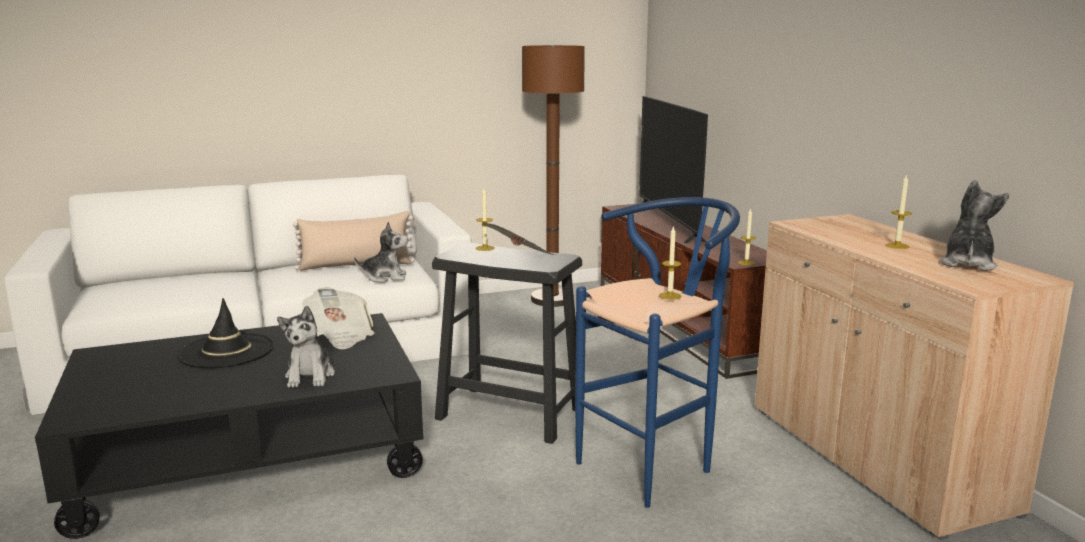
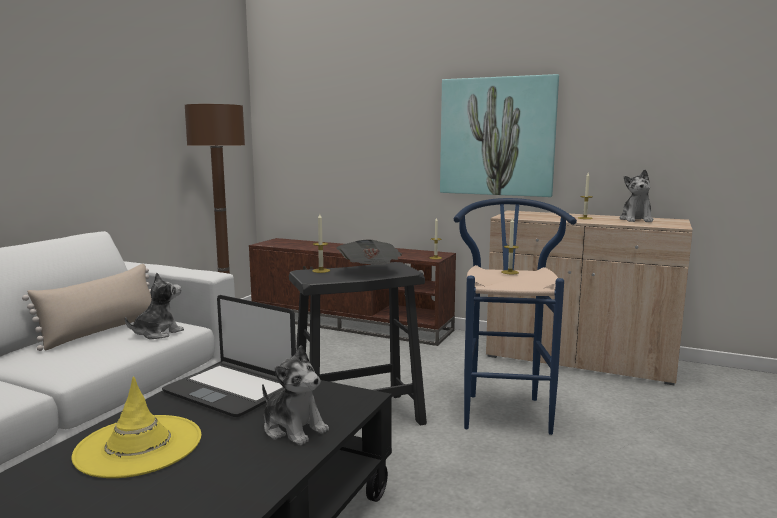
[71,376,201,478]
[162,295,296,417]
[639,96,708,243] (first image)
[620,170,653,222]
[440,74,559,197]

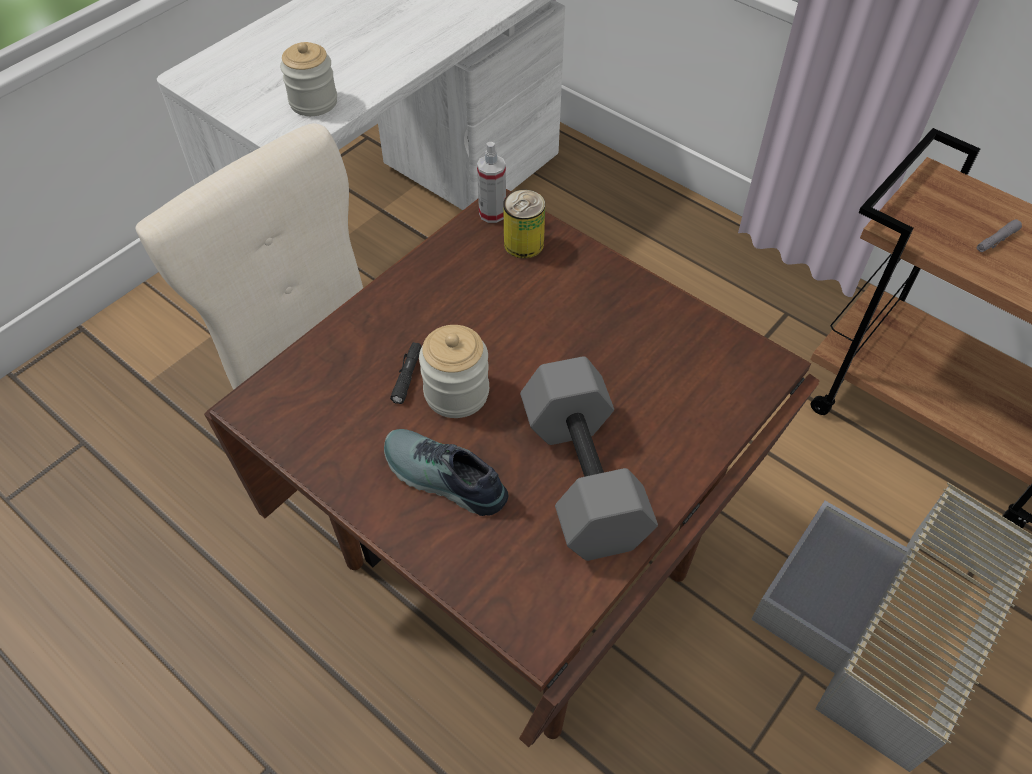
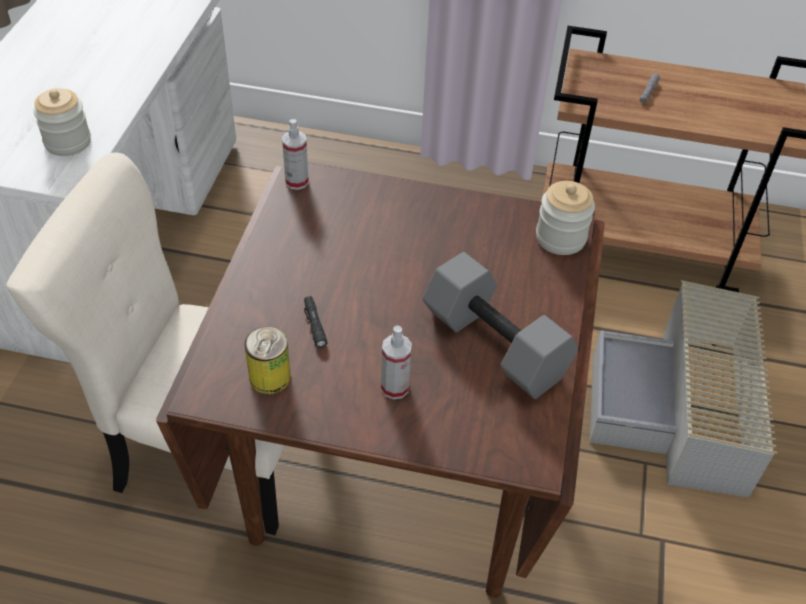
[381,326,412,399]
[536,181,595,255]
[244,327,291,394]

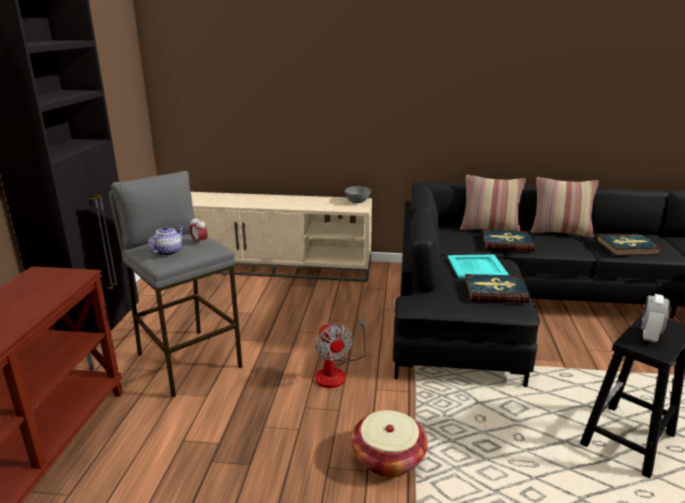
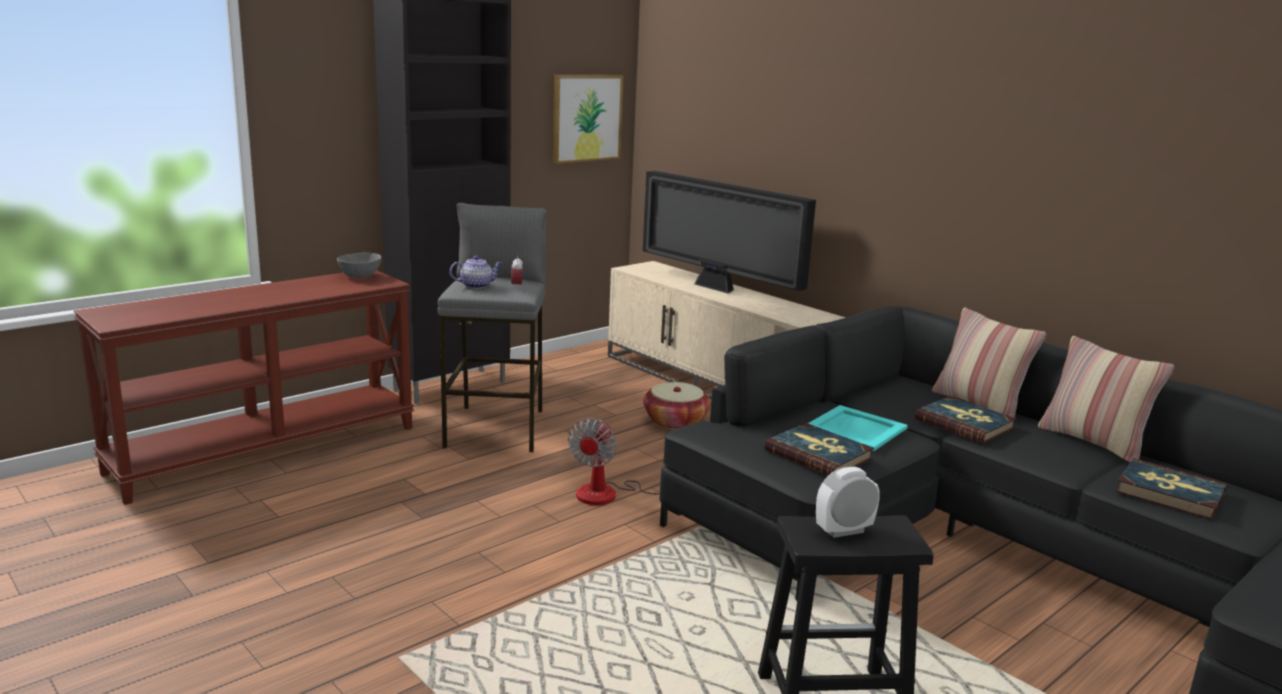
[337,253,382,278]
[643,382,710,429]
[553,75,624,164]
[643,171,816,294]

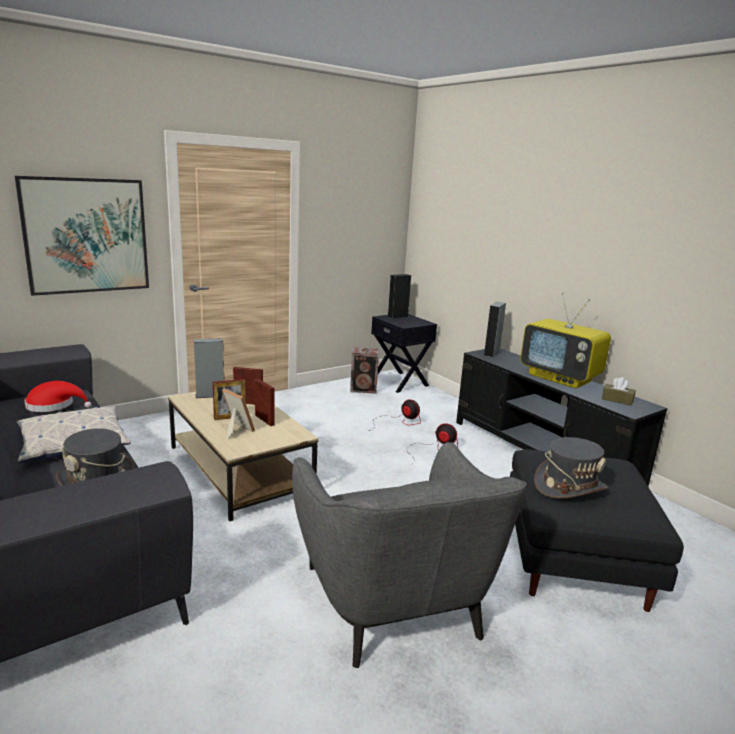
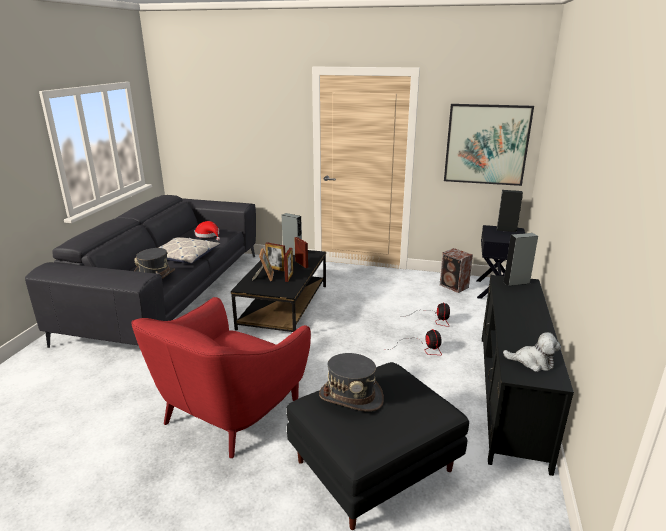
[444,104,534,186]
[231,250,326,332]
[131,297,311,458]
[520,293,611,388] (first image)
[503,332,561,372]

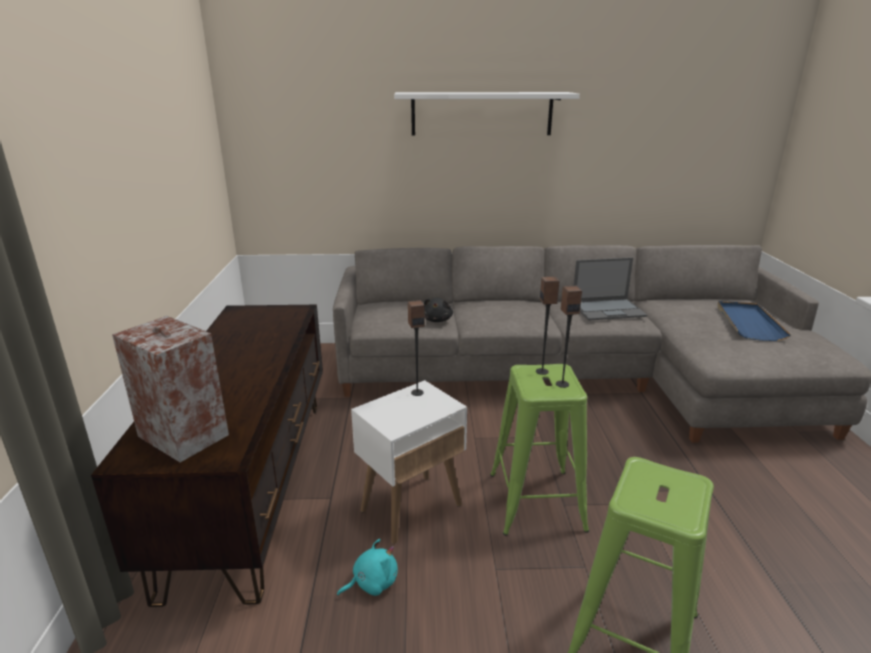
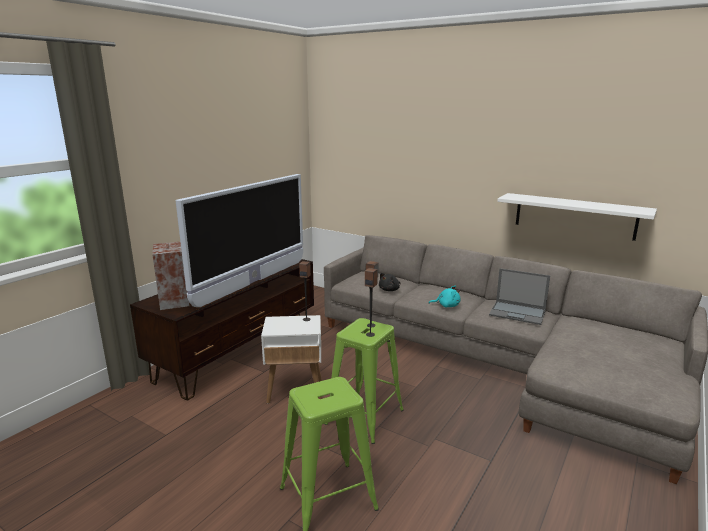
[429,286,461,307]
[497,193,657,241]
[717,301,791,341] (first image)
[175,174,303,307]

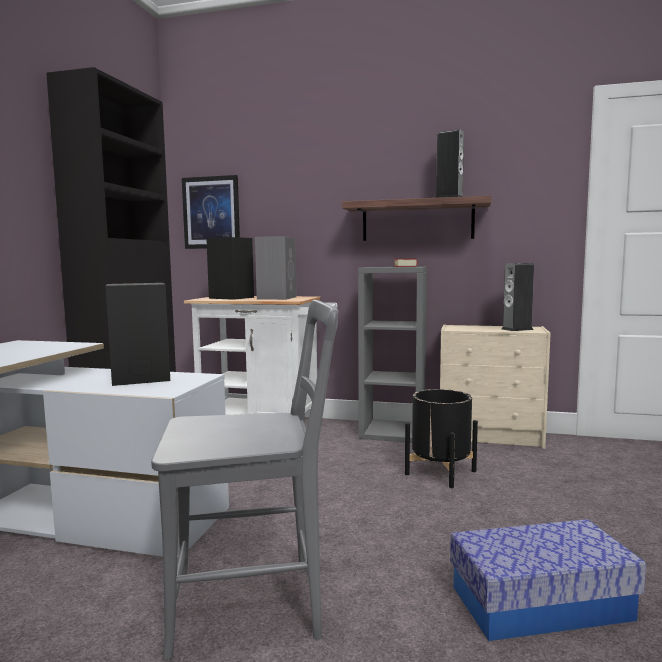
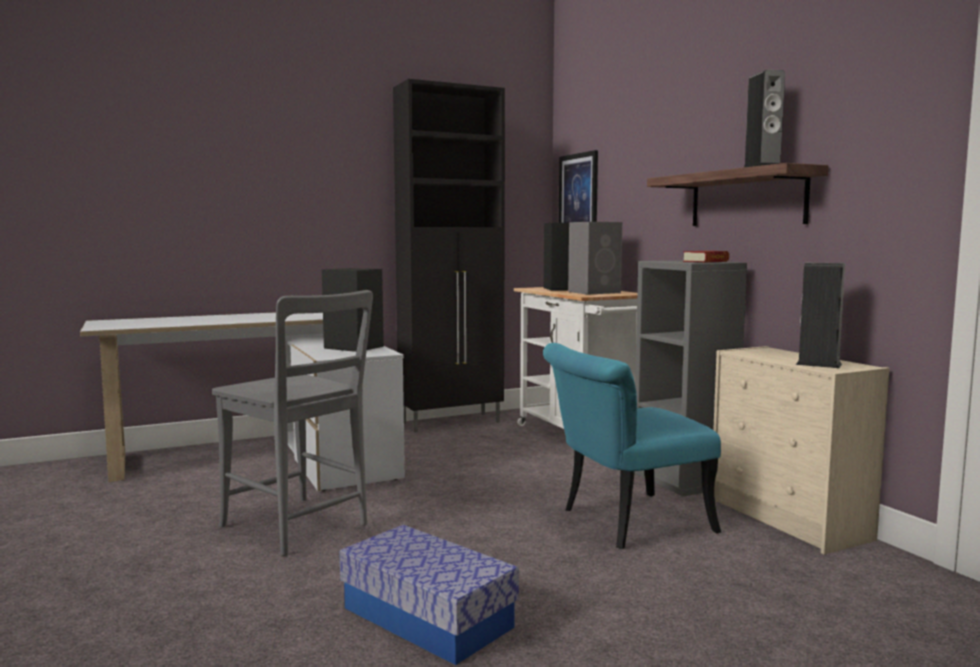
[543,343,721,549]

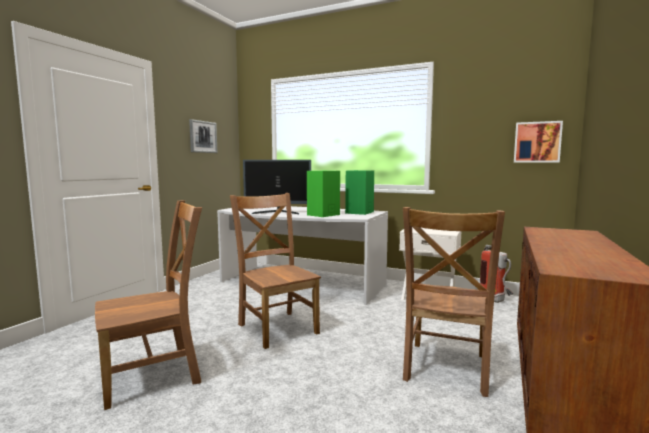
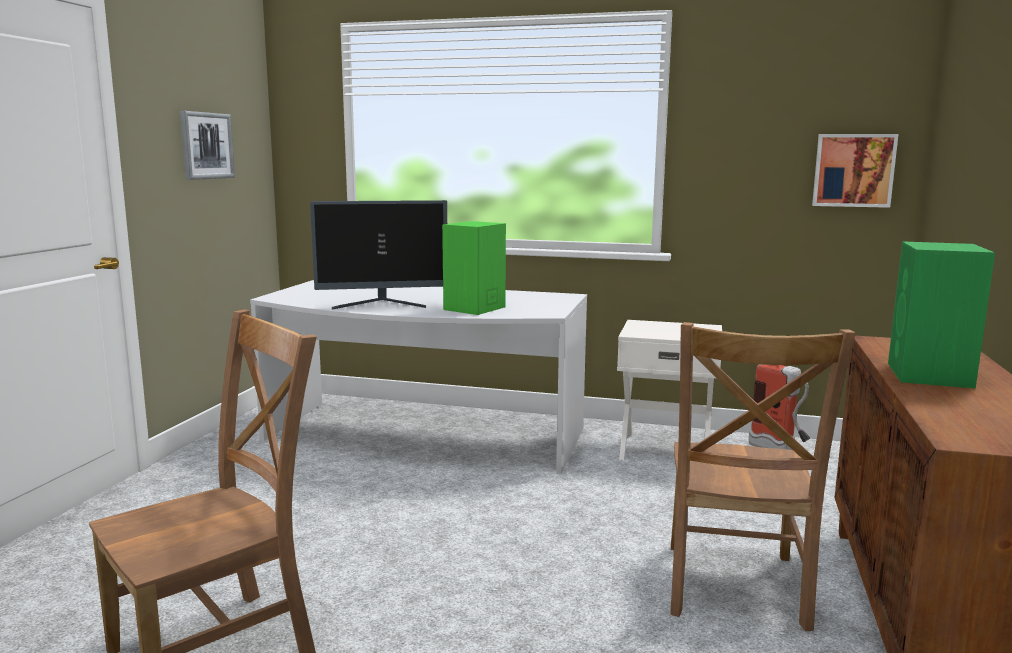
[230,193,321,349] (first image)
[888,241,995,388]

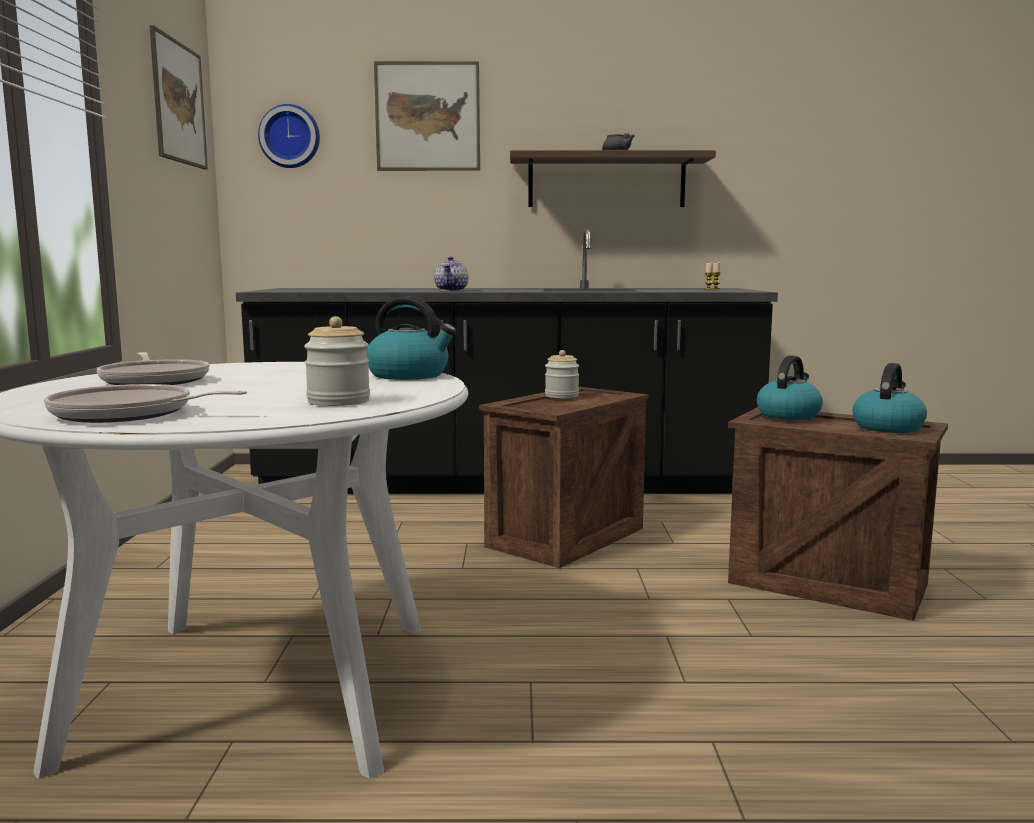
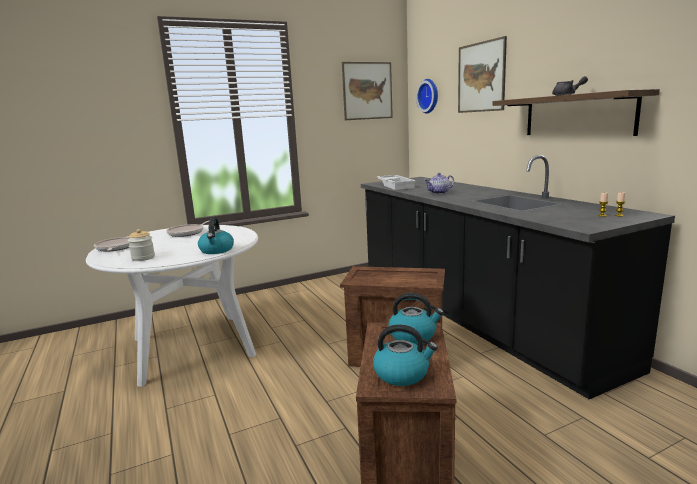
[545,350,579,398] (first image)
[377,175,416,190]

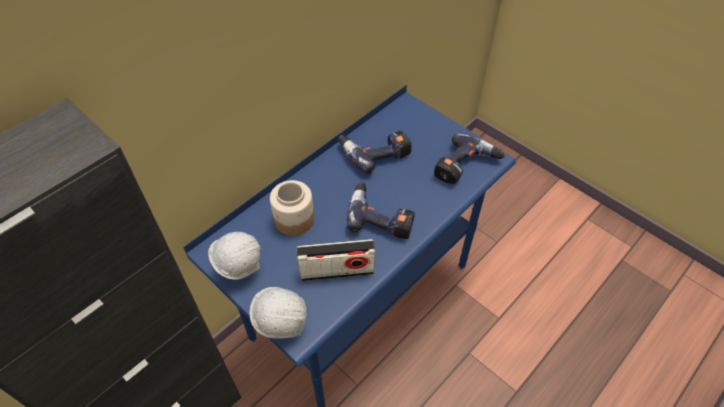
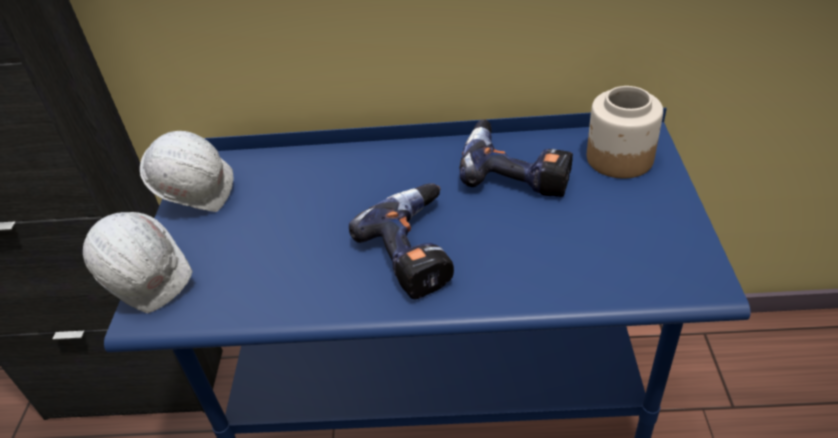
[587,86,663,179]
[297,239,375,281] (first image)
[434,133,505,184] (first image)

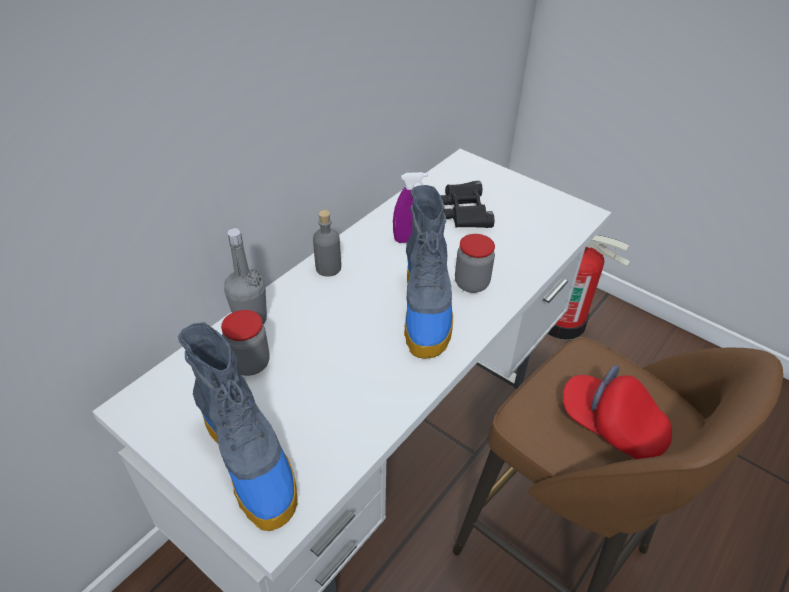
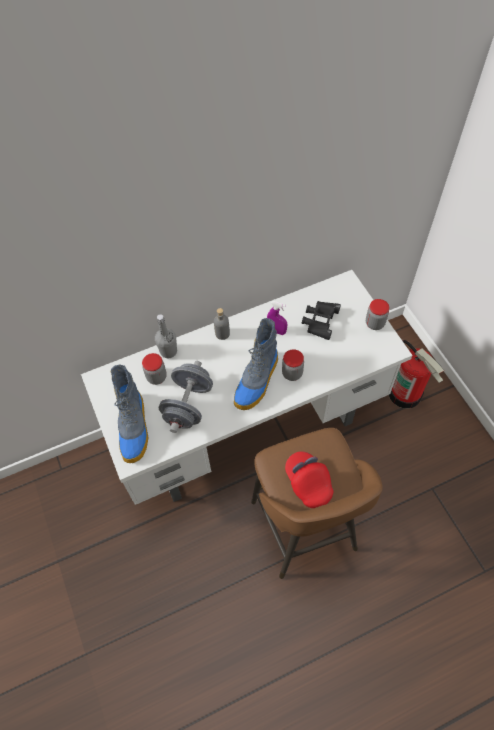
[159,361,213,433]
[366,299,389,330]

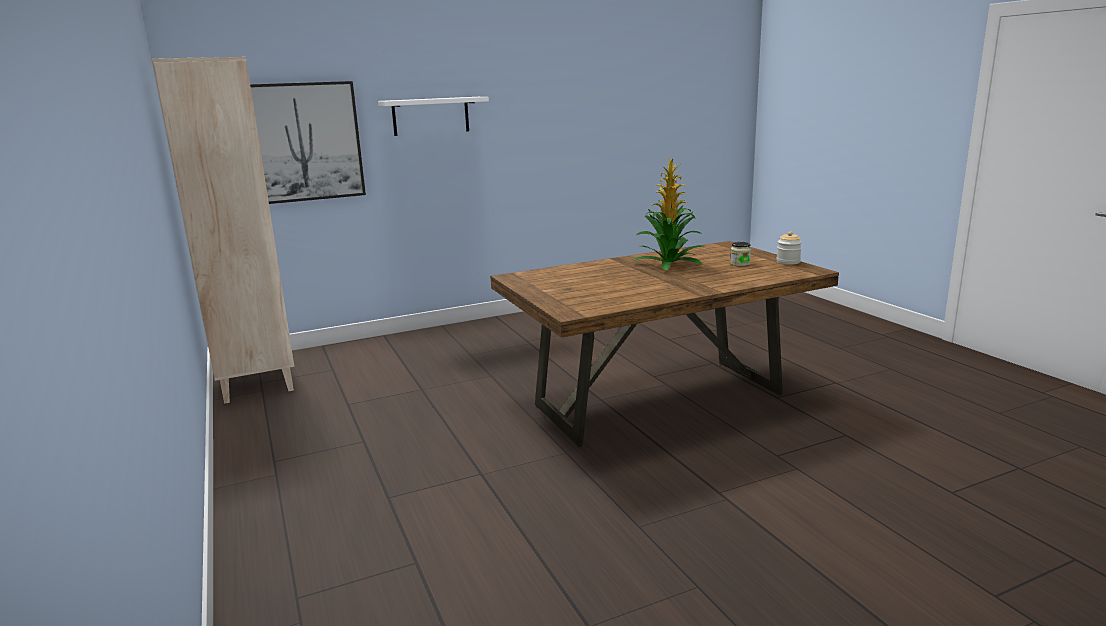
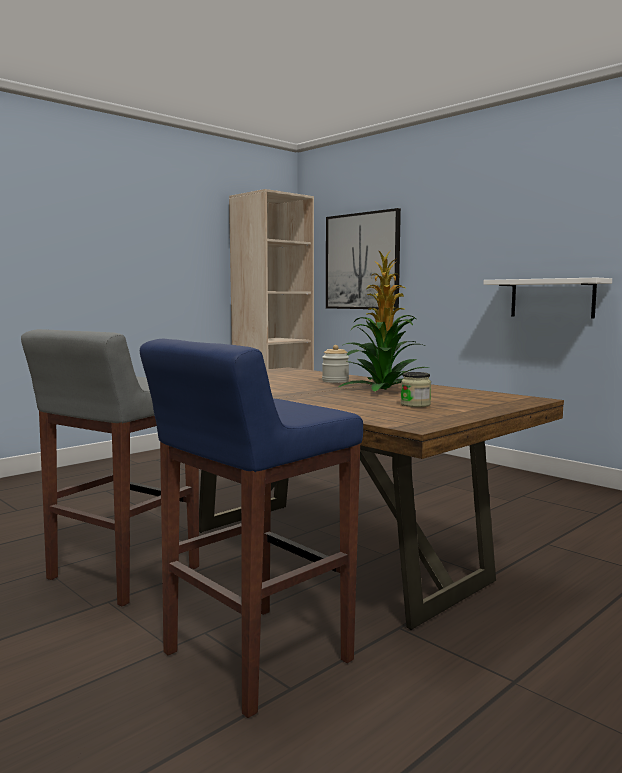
[483,278,612,319]
[322,345,349,383]
[21,329,199,606]
[140,339,363,718]

